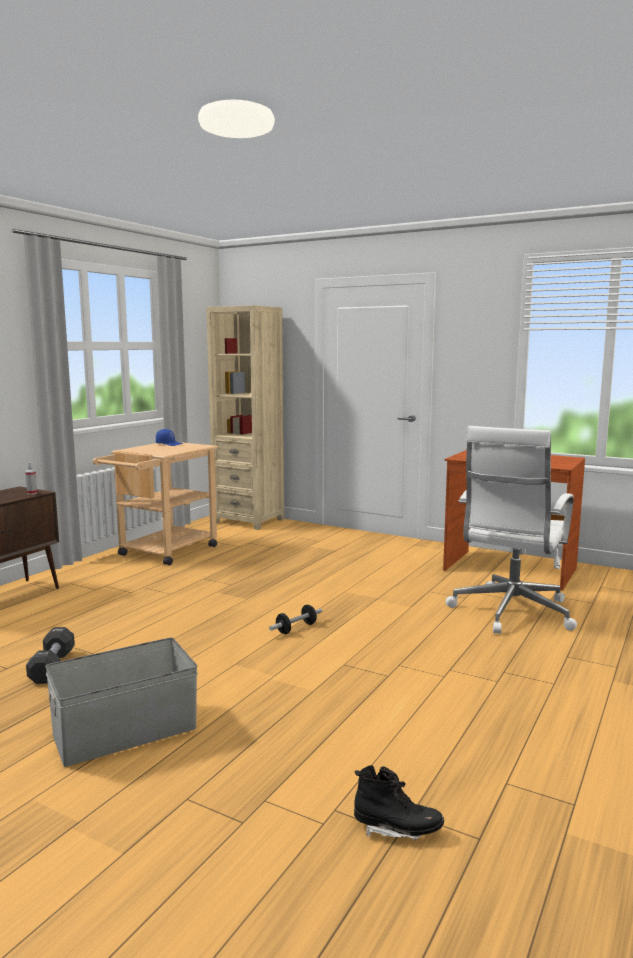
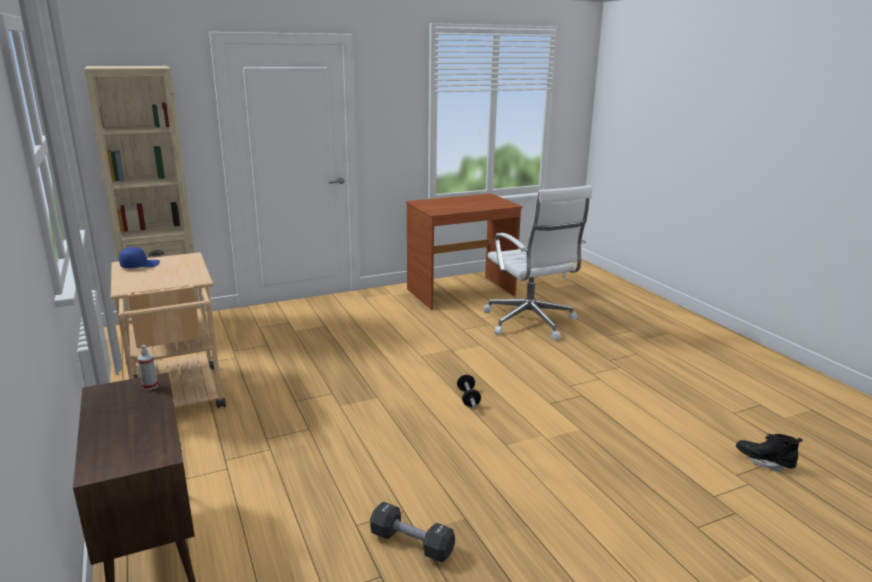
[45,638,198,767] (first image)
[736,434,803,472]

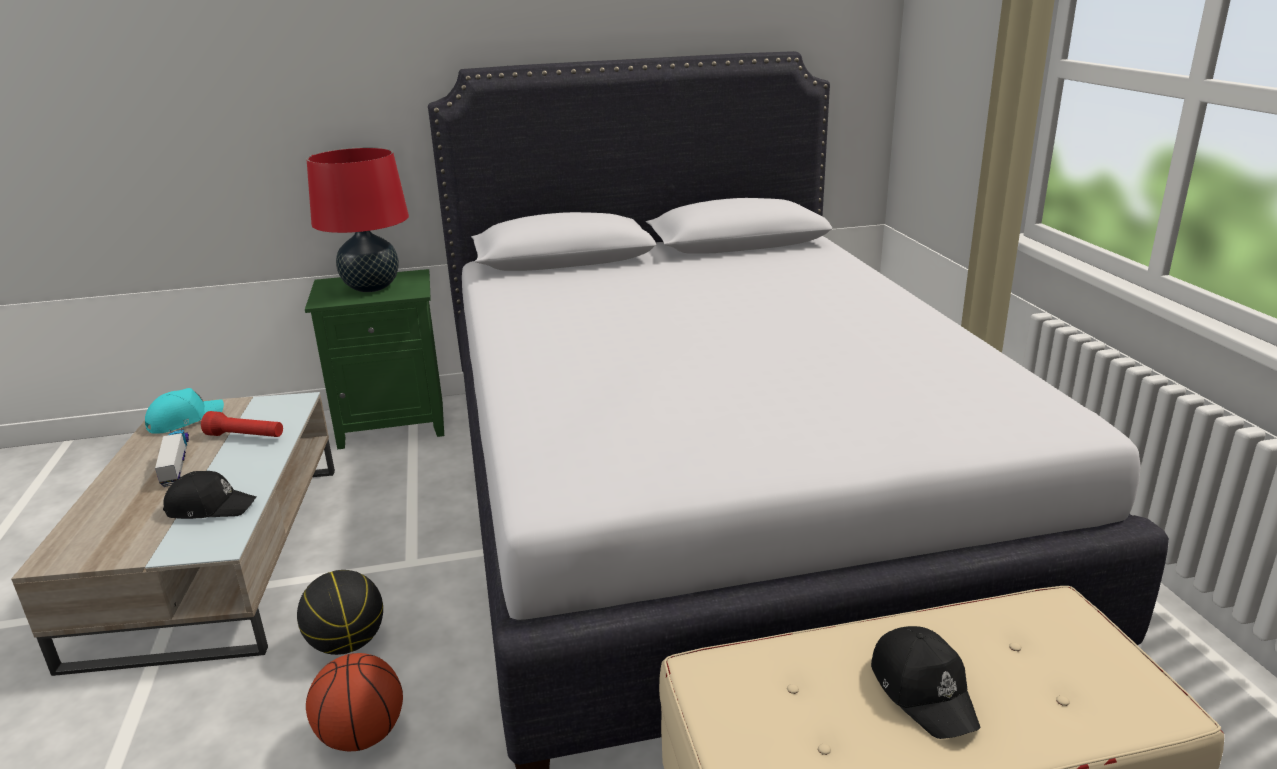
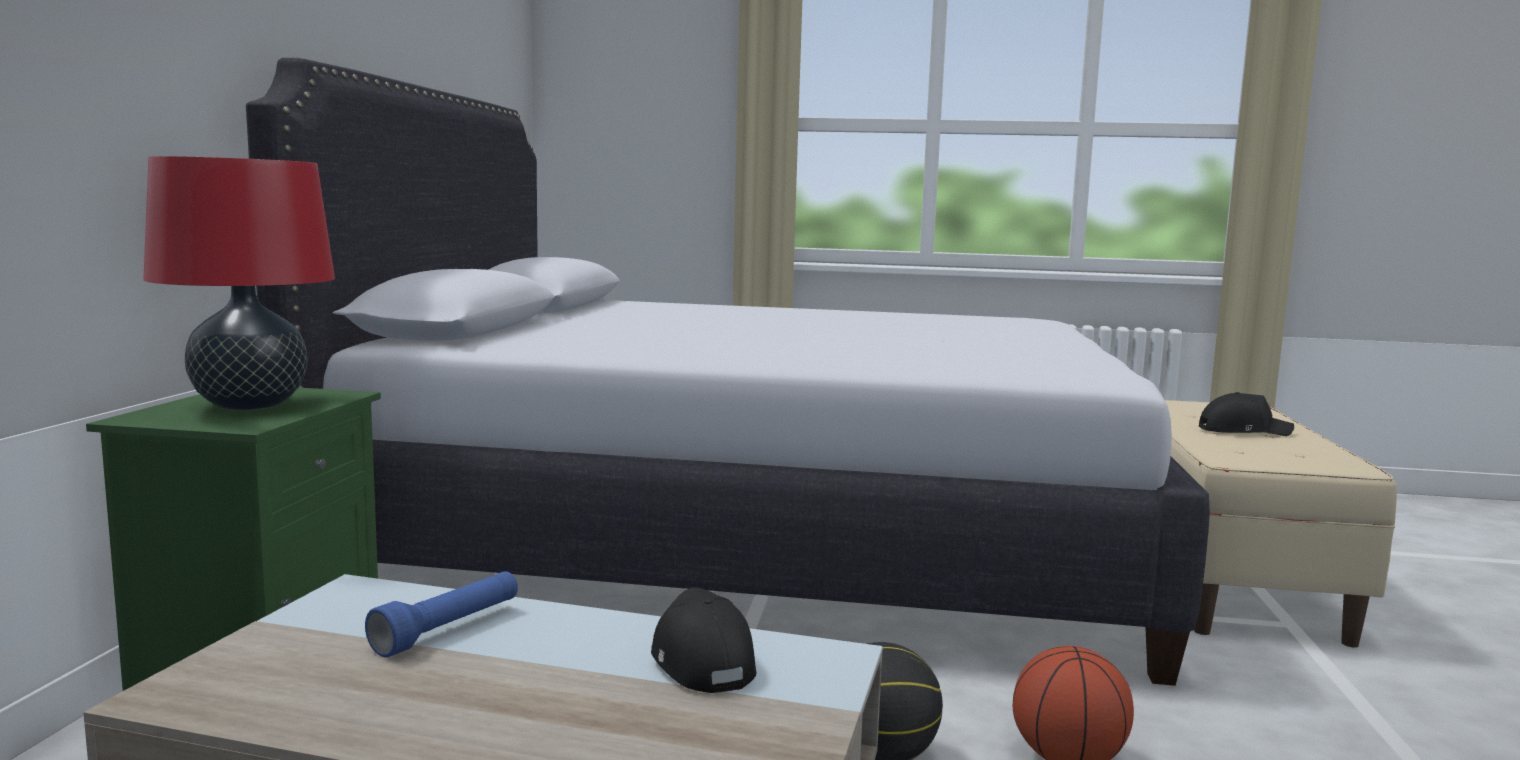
[145,388,224,434] (first image)
[155,428,189,487] (first image)
[651,587,756,693]
[365,571,518,658]

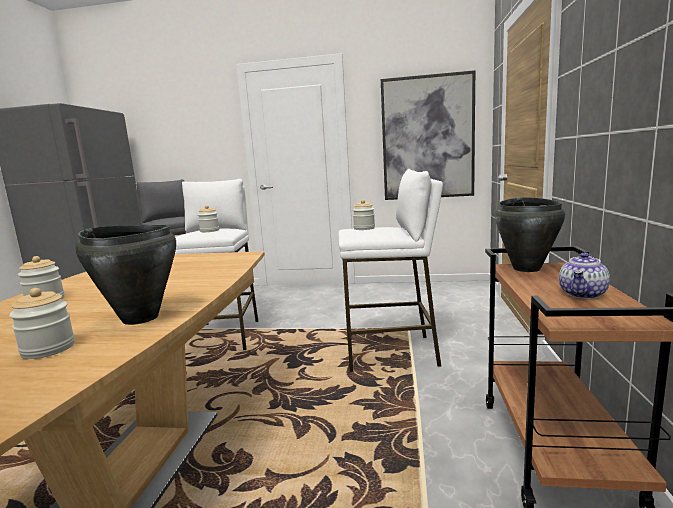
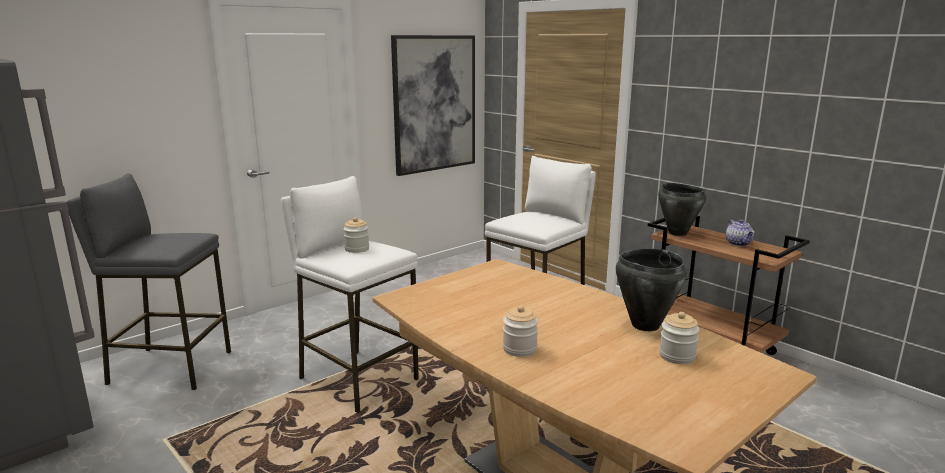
[353,200,375,230] (first image)

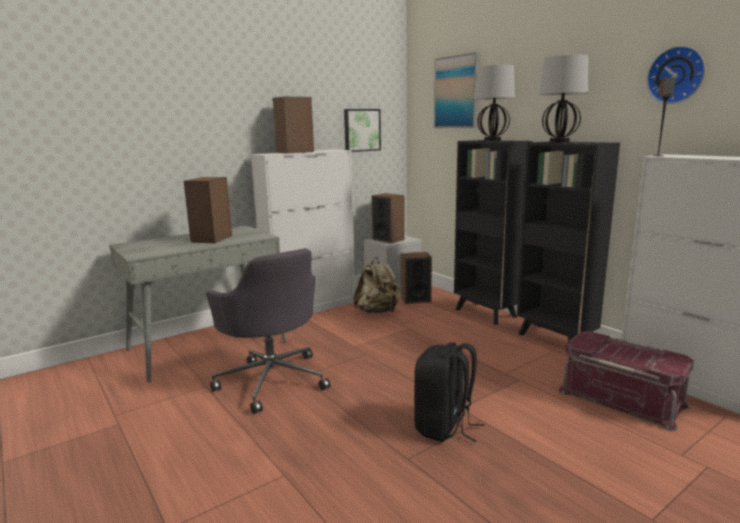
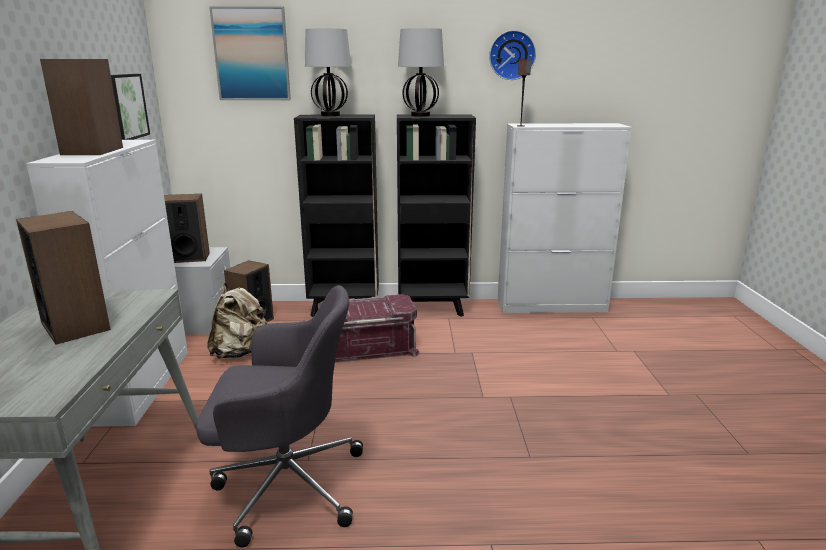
[414,342,484,442] (first image)
[318,294,420,363]

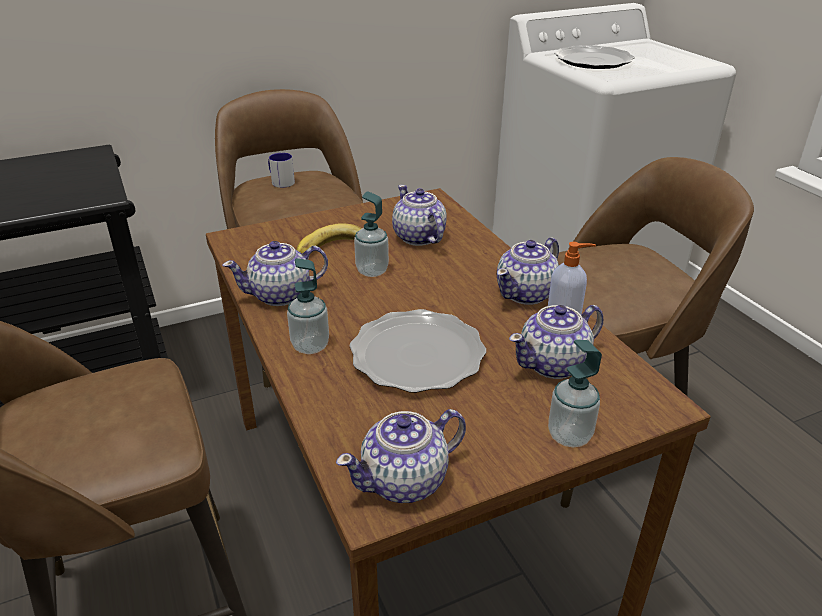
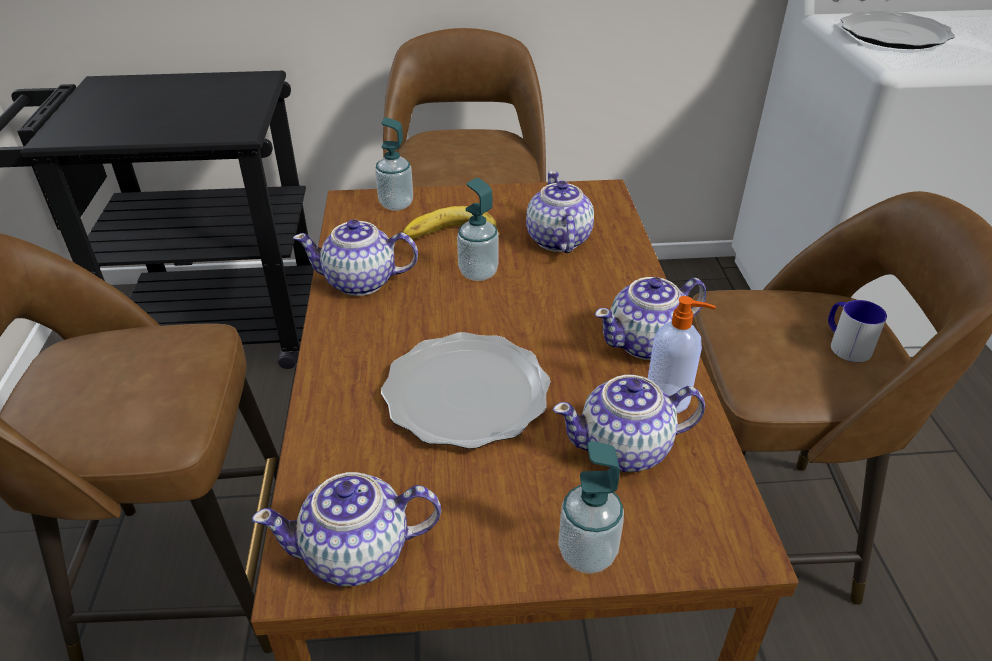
[828,300,887,362]
[375,117,413,211]

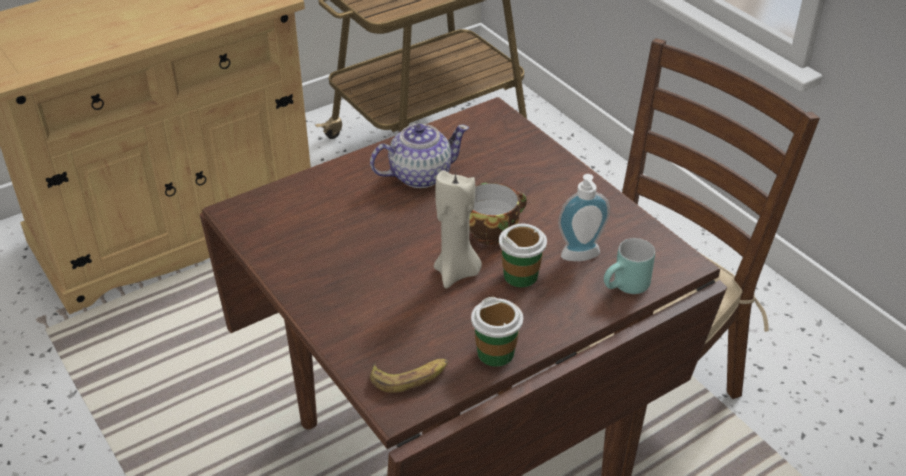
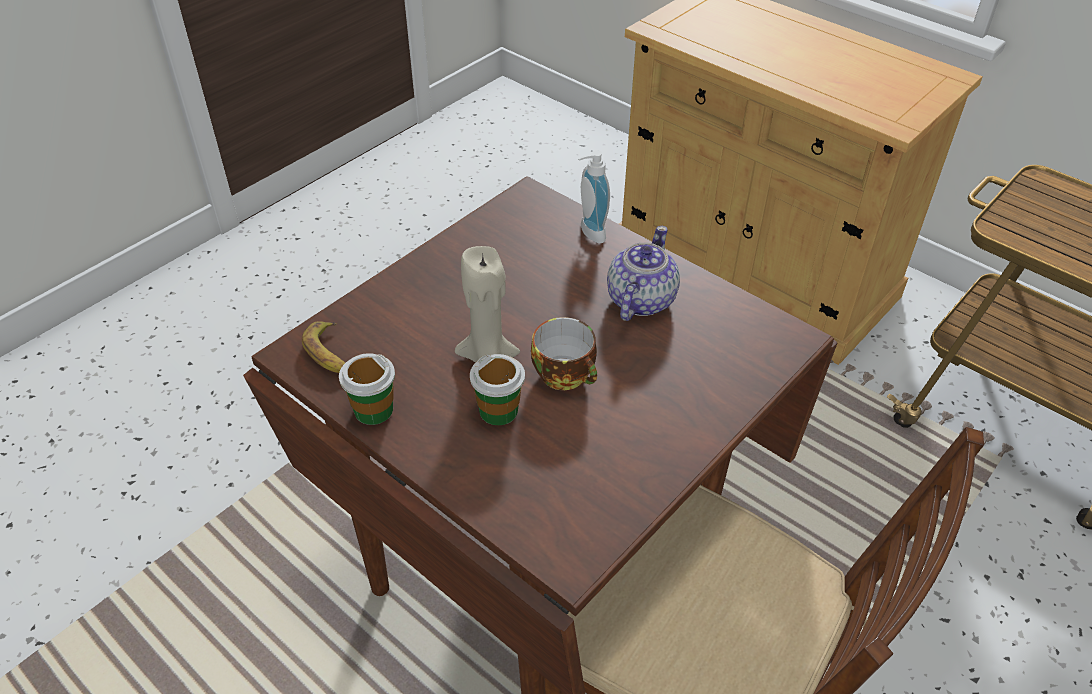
[607,226,680,321]
[578,150,610,243]
[604,238,655,294] (first image)

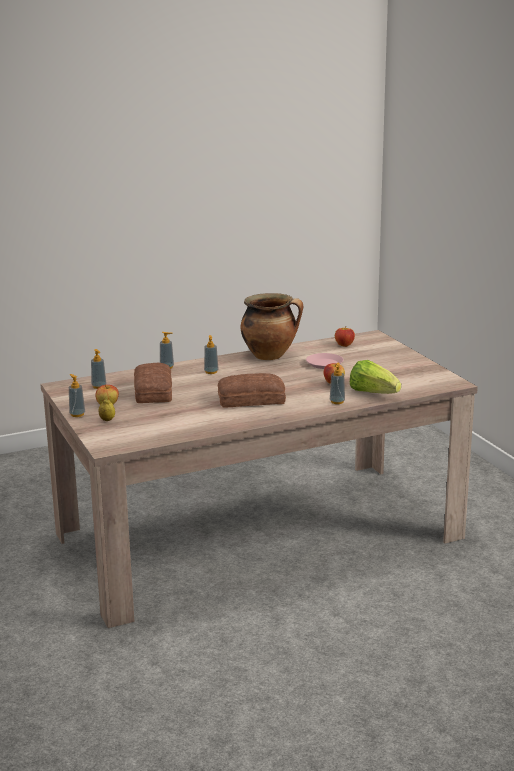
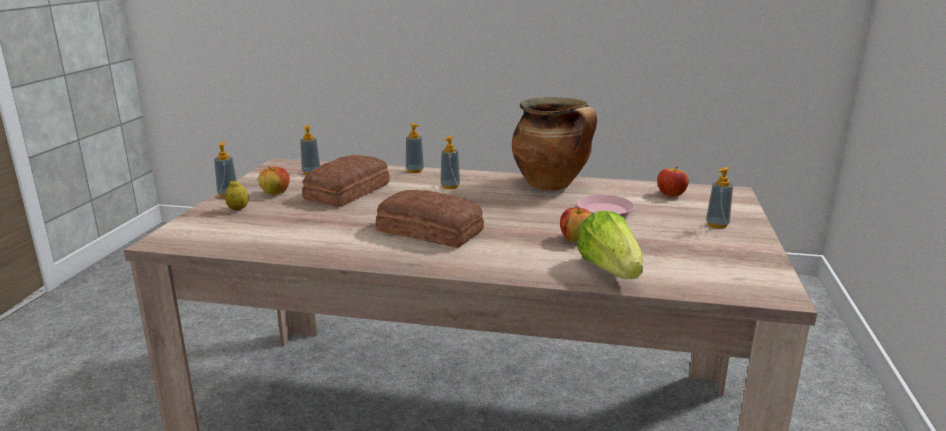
[706,167,733,229]

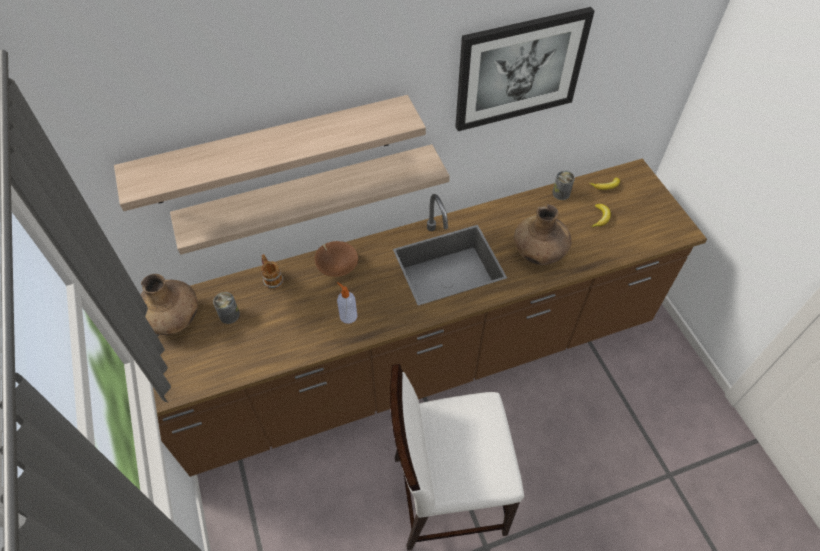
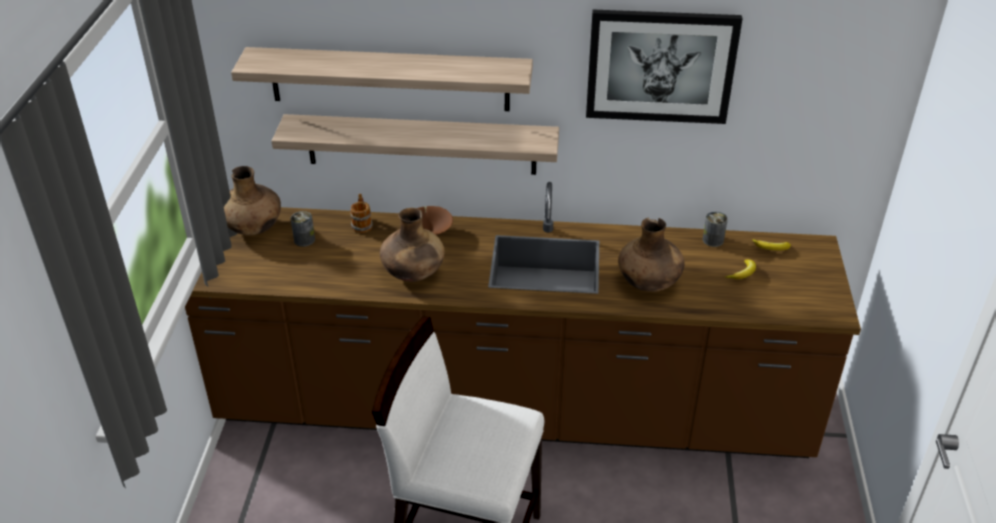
[380,208,445,282]

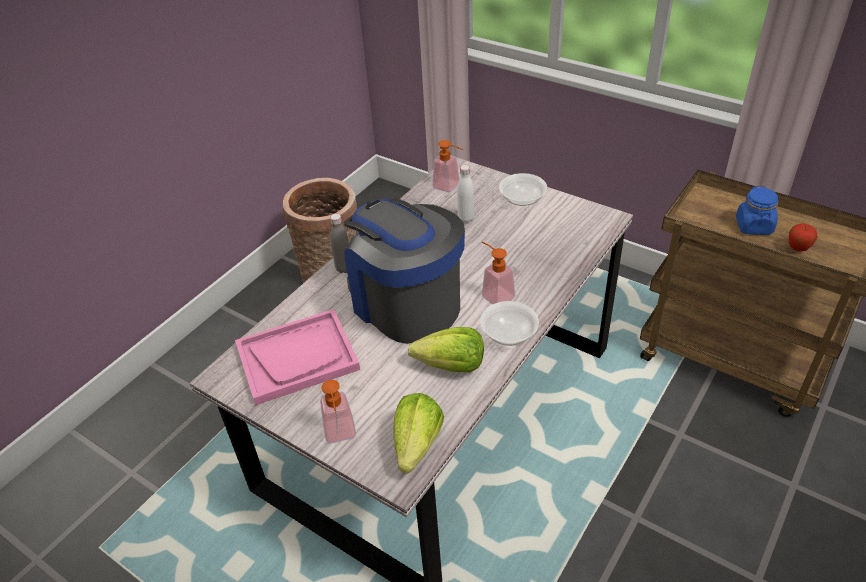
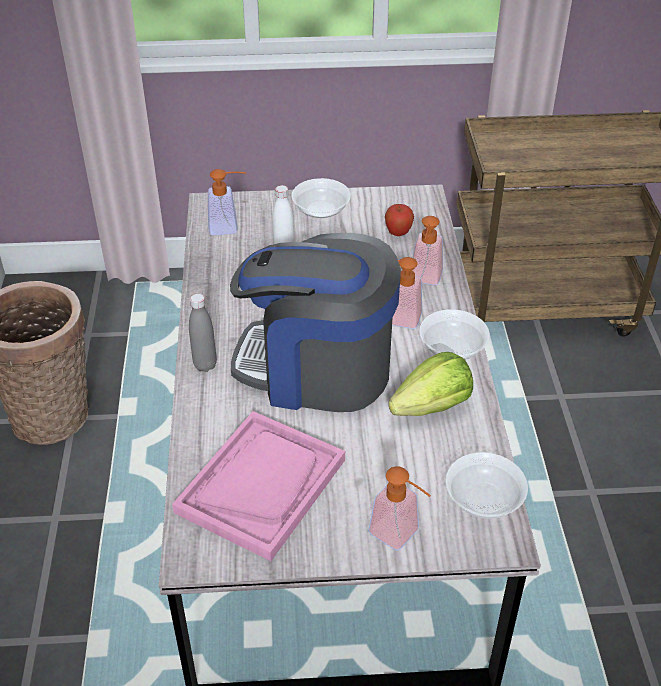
[446,452,528,519]
[736,186,778,235] (first image)
[385,204,414,236]
[412,216,443,285]

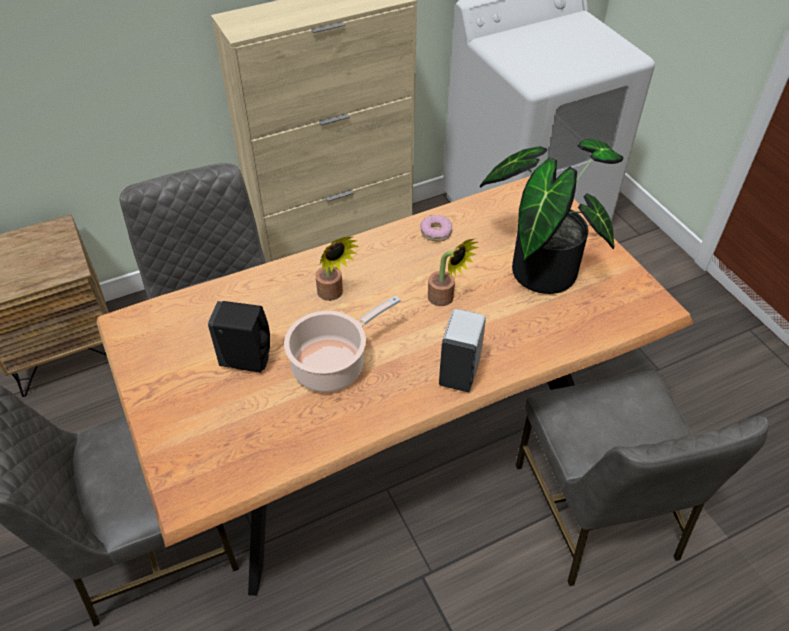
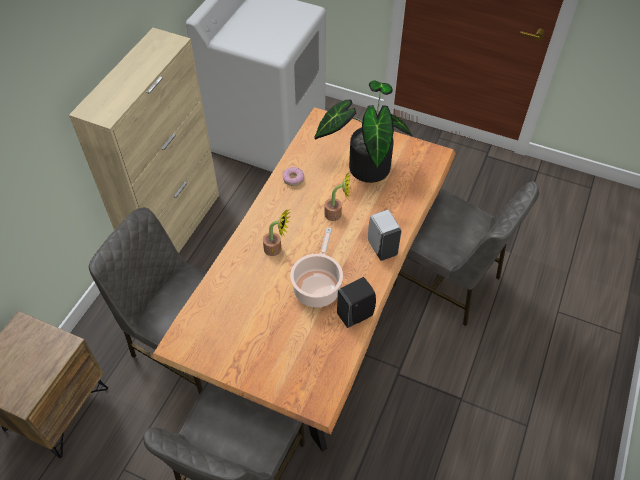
[337,277,376,328]

